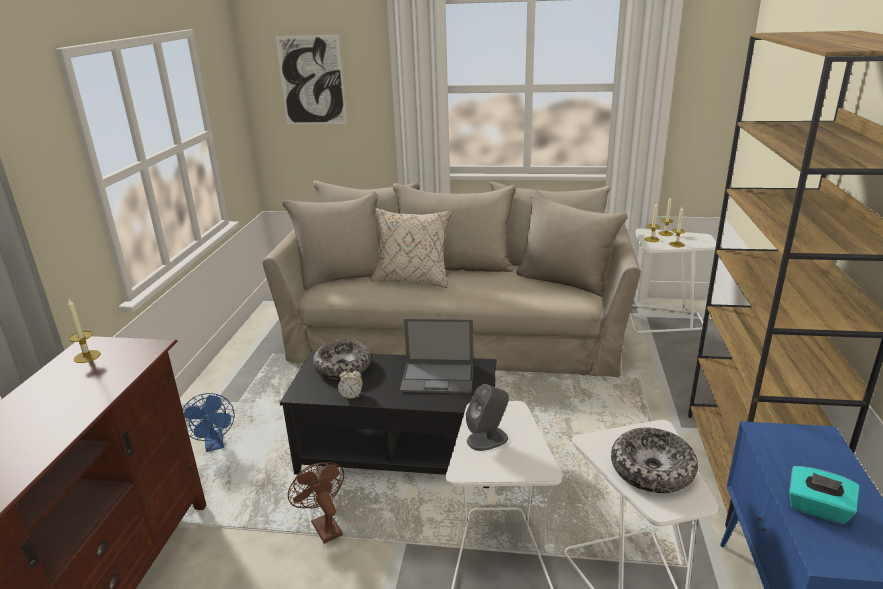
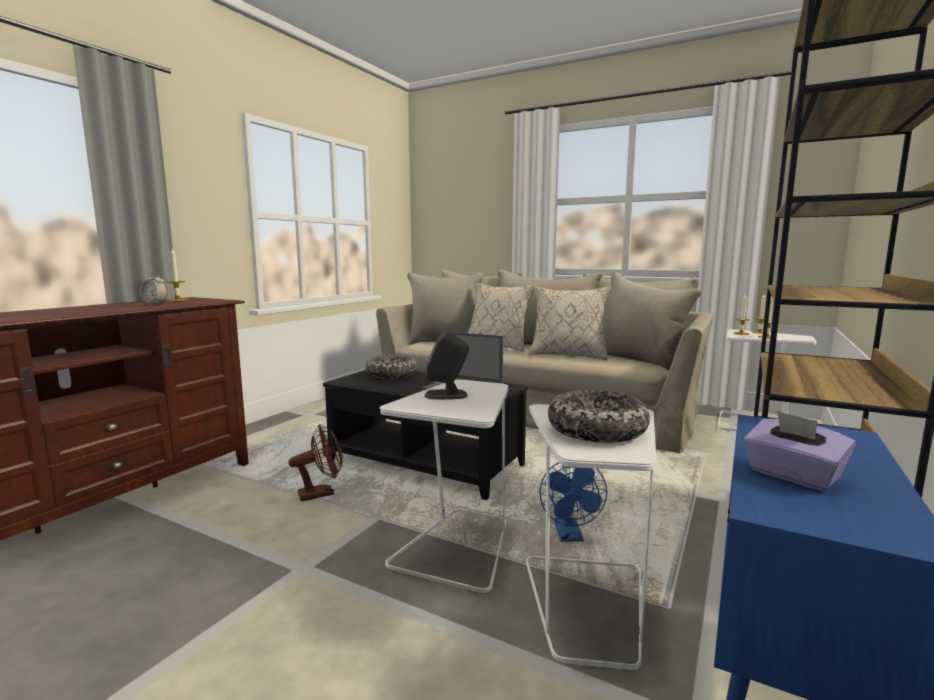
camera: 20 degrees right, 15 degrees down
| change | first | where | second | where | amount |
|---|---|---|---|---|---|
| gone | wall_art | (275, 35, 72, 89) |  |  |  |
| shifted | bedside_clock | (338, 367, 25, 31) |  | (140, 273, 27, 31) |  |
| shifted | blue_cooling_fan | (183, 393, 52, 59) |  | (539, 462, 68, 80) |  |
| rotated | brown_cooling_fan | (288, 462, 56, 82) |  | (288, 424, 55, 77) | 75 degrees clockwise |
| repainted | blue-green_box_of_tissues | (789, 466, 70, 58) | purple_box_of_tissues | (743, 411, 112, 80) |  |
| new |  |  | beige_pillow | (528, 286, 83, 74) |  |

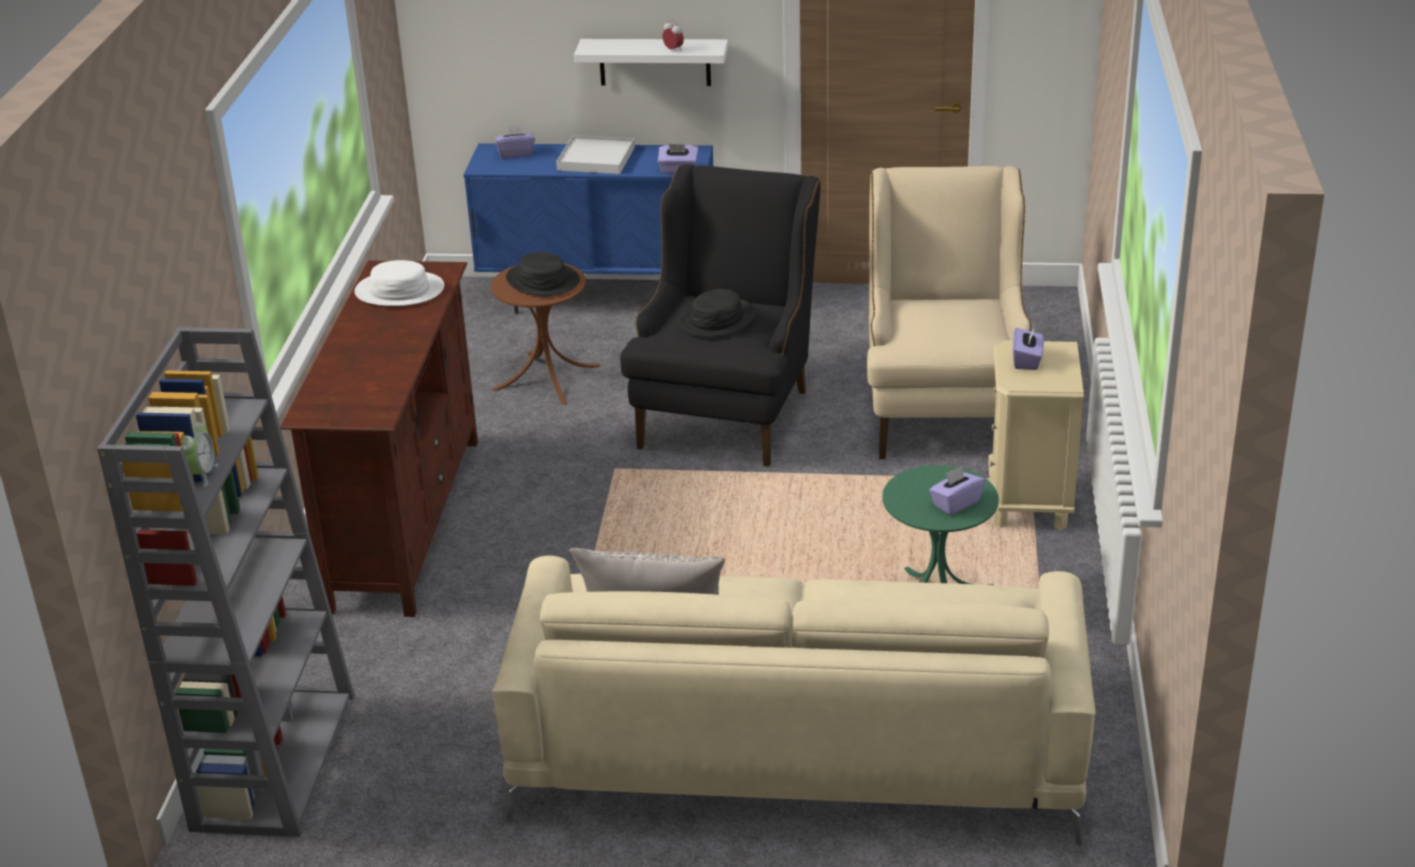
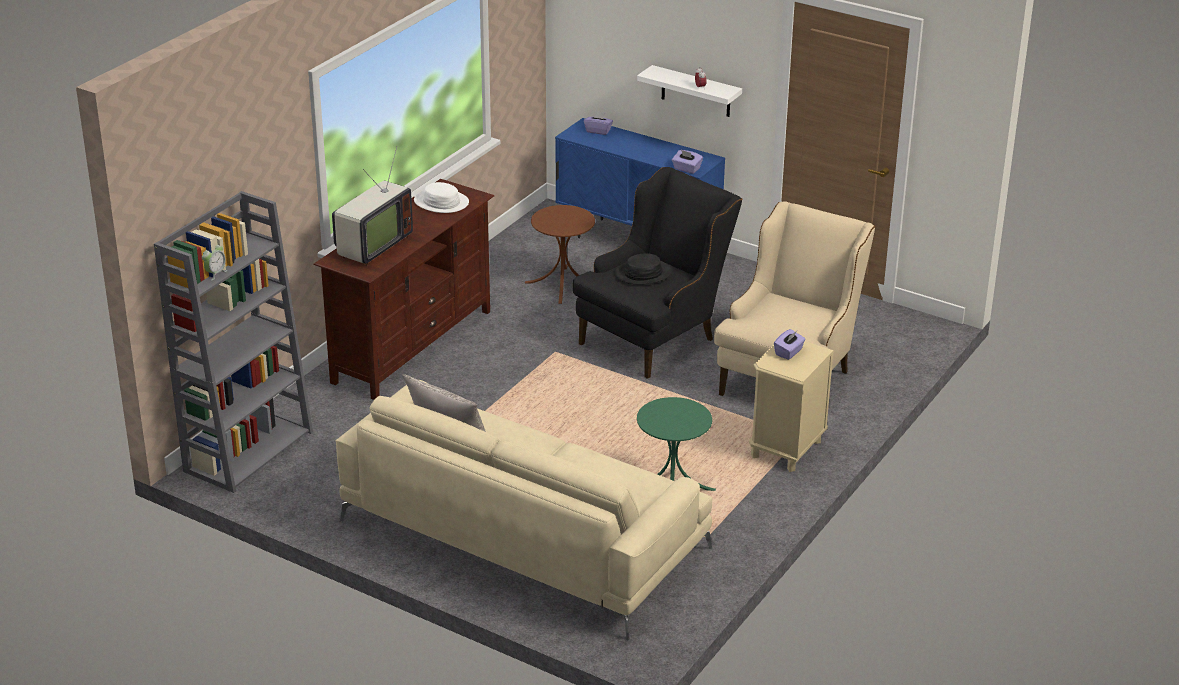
camera: 25 degrees right, 0 degrees up
| change | first | where | second | where | amount |
|---|---|---|---|---|---|
| gone | whitish_carrying_tray | (556, 135, 79, 39) |  |  |  |
| gone | black-coloured_clothing_hat | (506, 252, 74, 44) |  |  |  |
| gone | purple_box_of_tissues | (929, 466, 56, 49) |  |  |  |
| new |  |  | television | (332, 147, 81, 119) |  |

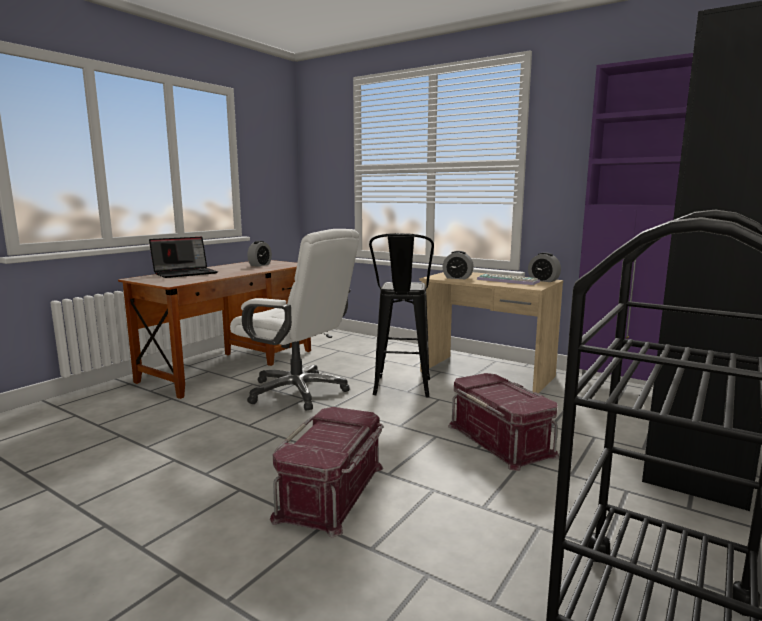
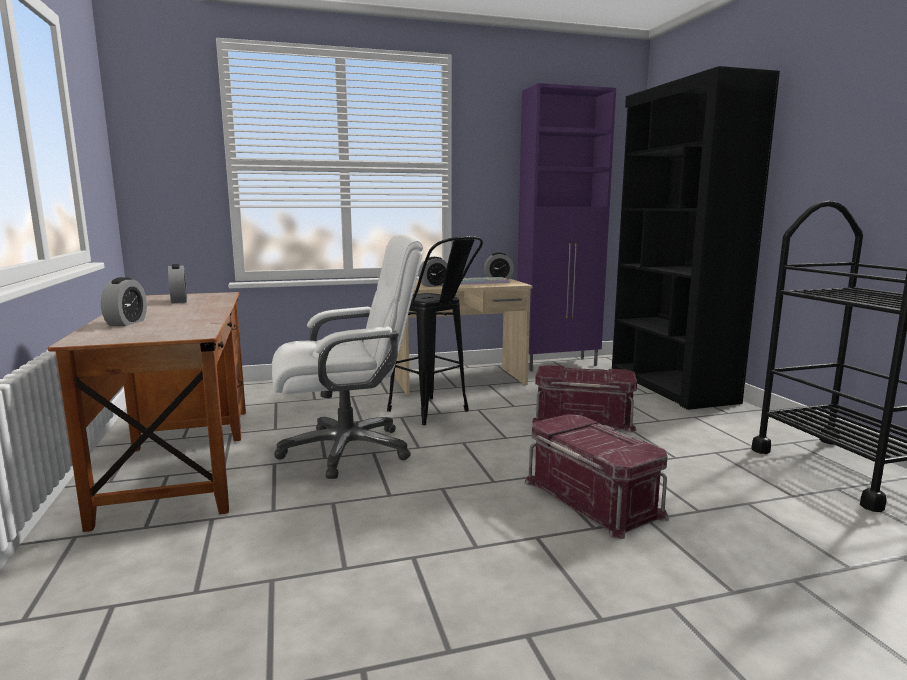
camera: 50 degrees left, 0 degrees up
| change | first | where | second | where | amount |
|---|---|---|---|---|---|
| swapped | notebook_computer | (149, 237, 69, 41) | bedside_clock | (101, 277, 46, 49) |  |

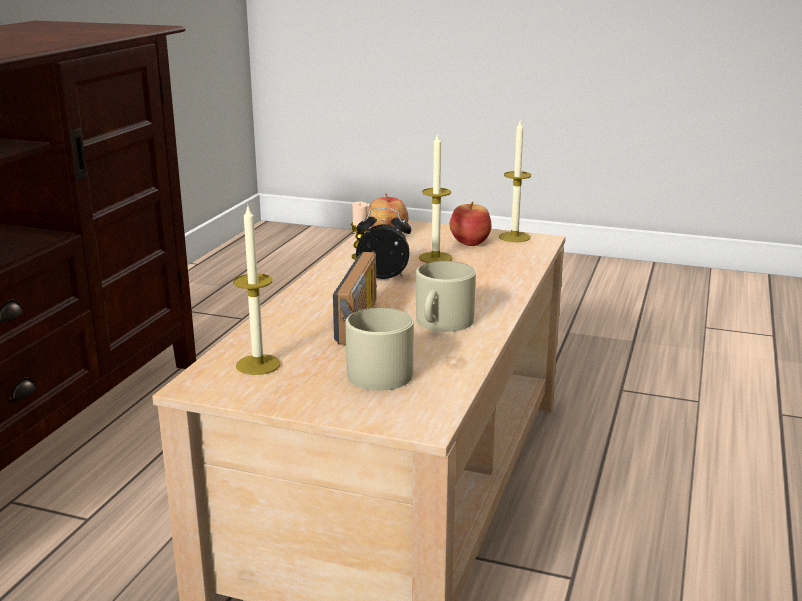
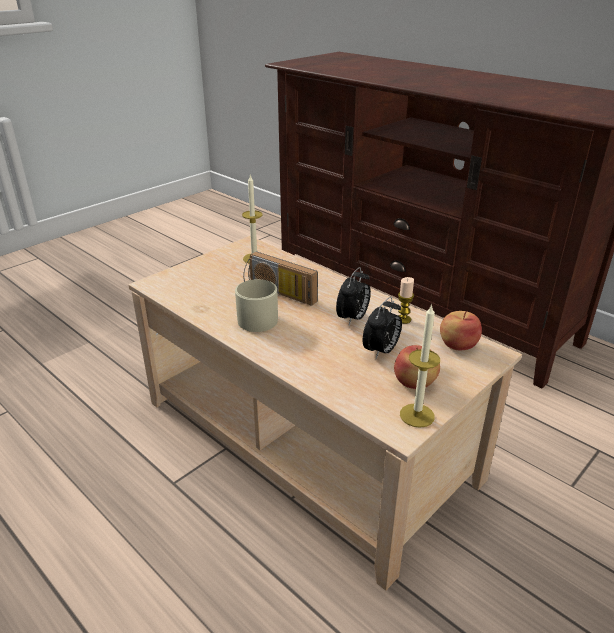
camera: 115 degrees right, 10 degrees up
| change | first | where | second | where | amount |
|---|---|---|---|---|---|
| swapped | wax_light | (419, 133, 33, 130) | bedside_clock | (363, 297, 39, 62) |  |
| gone | beige_coffee_mug | (345, 307, 69, 84) |  |  |  |

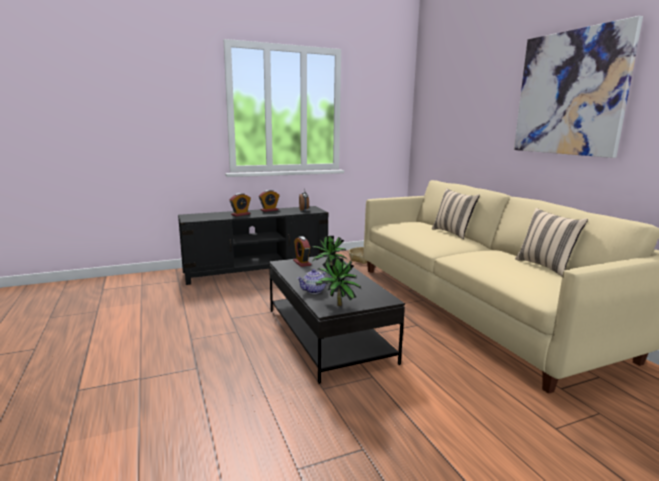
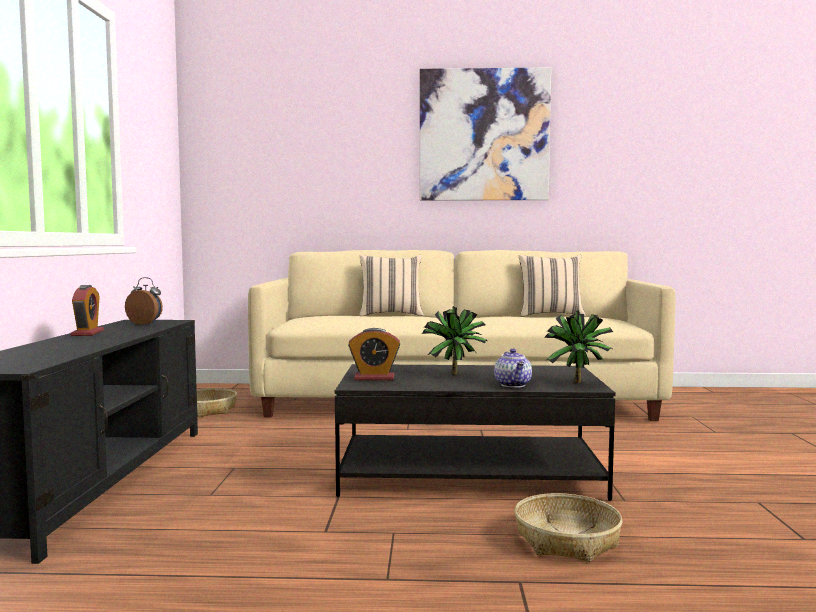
camera: 65 degrees left, 10 degrees down
| change | first | where | second | where | amount |
|---|---|---|---|---|---|
| gone | bedside_clock | (230, 193, 21, 23) |  |  |  |
| new |  |  | basket | (515, 493, 108, 69) |  |

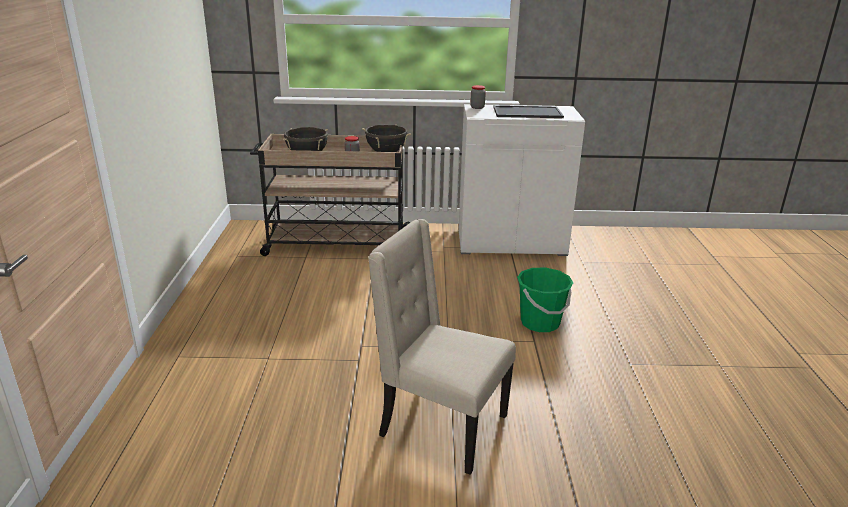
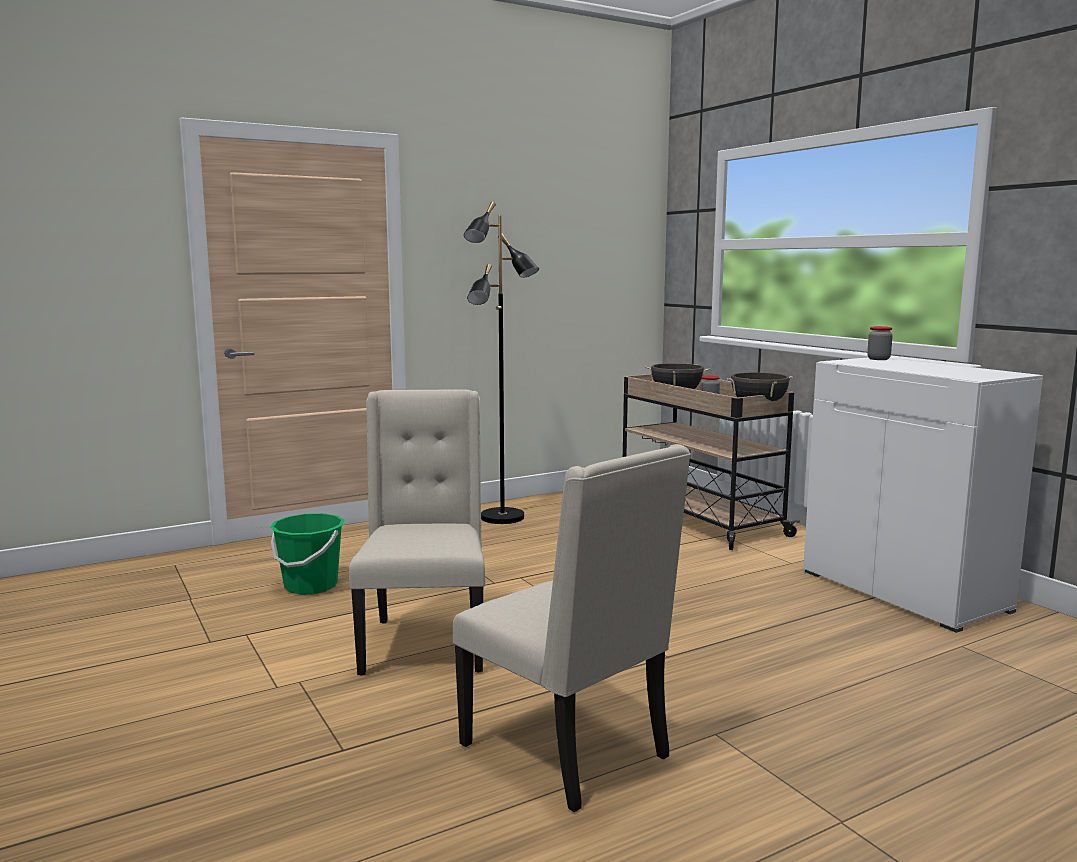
camera: 60 degrees right, 15 degrees down
| change | first | where | second | where | amount |
|---|---|---|---|---|---|
| gone | carrying_tray | (493, 105, 71, 13) |  |  |  |
| shifted | green-coloured_bucket | (517, 268, 56, 64) |  | (270, 513, 75, 82) |  |
| new |  |  | black-coloured_standing_lamp | (464, 202, 75, 322) |  |
| new |  |  | beige_chair | (453, 444, 238, 368) |  |

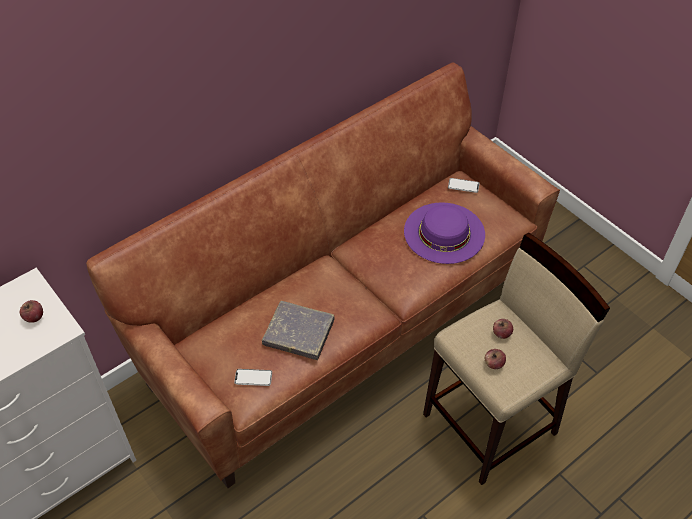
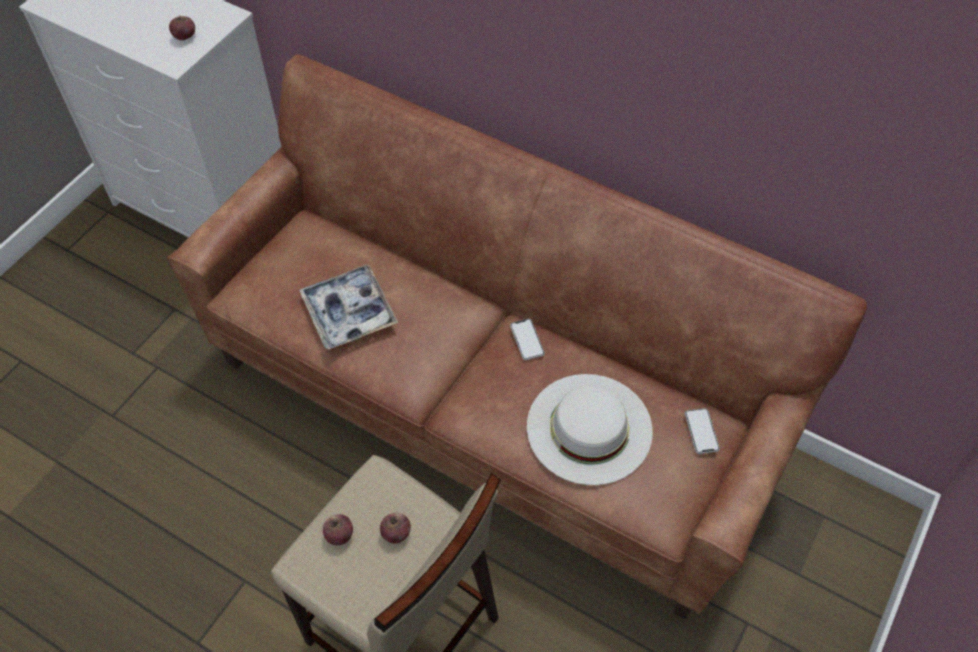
camera: 70 degrees right, 5 degrees up
| change | first | where | second | where | amount |
|---|---|---|---|---|---|
| repainted | purple_clothing_hat | (404, 202, 81, 62) | whitish_clothing_hat | (527, 374, 126, 111) |  |
| swapped | greyish_volume | (262, 301, 73, 59) | carrying_tray | (299, 265, 99, 85) |  |
| shifted | phone | (234, 369, 38, 17) |  | (510, 319, 35, 41) |  |

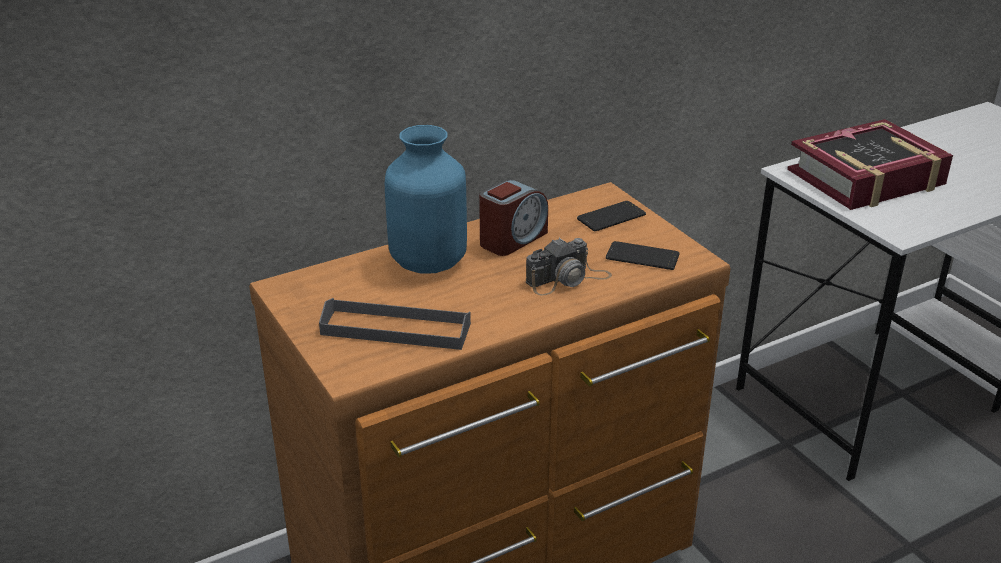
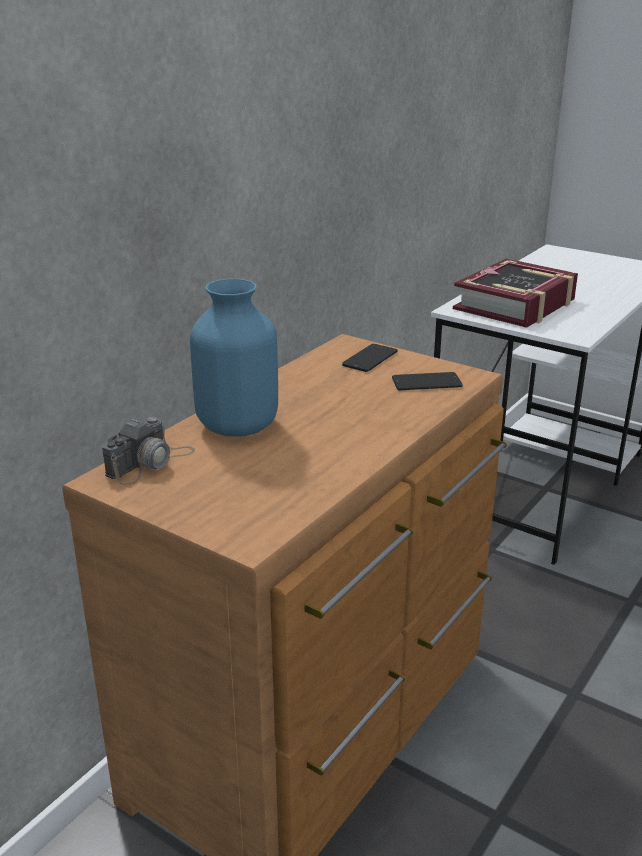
camera: 25 degrees left, 5 degrees down
| change | first | where | second | where | amount |
|---|---|---|---|---|---|
| gone | bedside_clock | (479, 179, 69, 77) |  |  |  |
| shifted | photo_camera | (526, 238, 86, 58) |  | (102, 417, 93, 68) |  |
| gone | greyish_carrying_tray | (319, 298, 152, 52) |  |  |  |

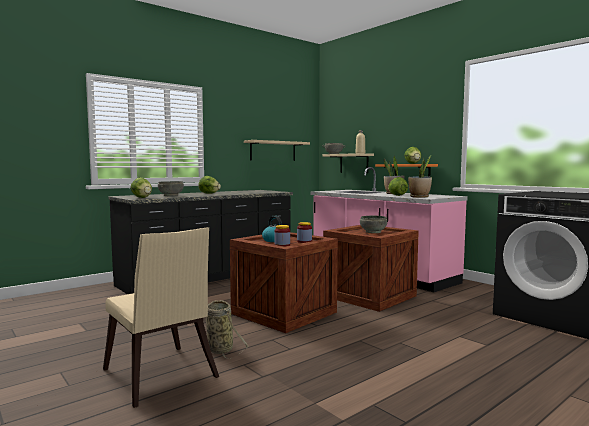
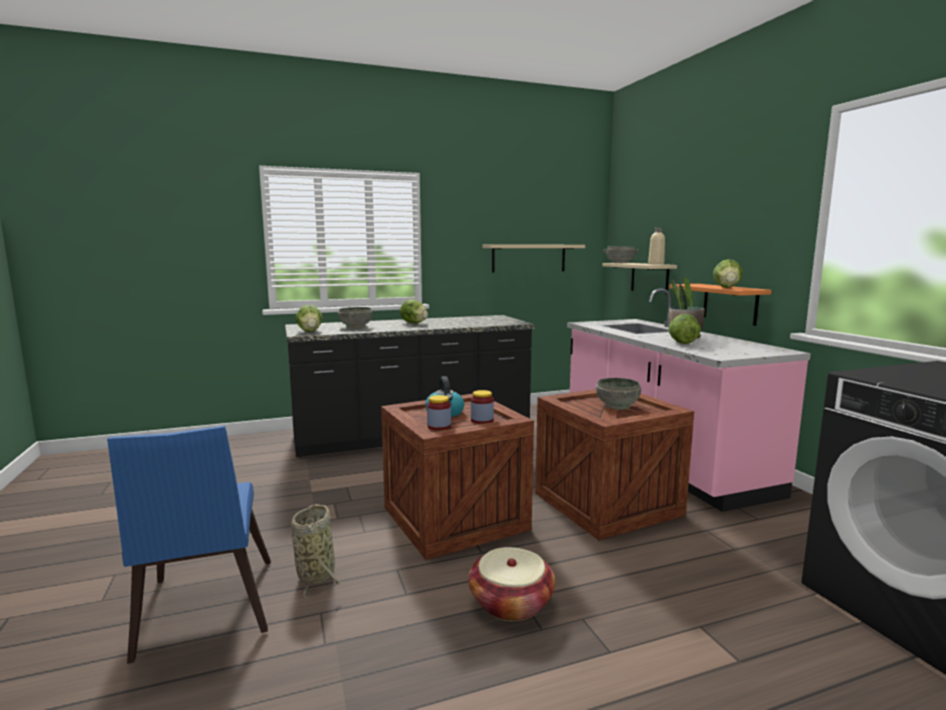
camera: 20 degrees right, 5 degrees up
| change | first | where | second | where | amount |
|---|---|---|---|---|---|
| gone | plant_in_a_pot | (408, 155, 24, 43) |  |  |  |
| repainted | beige_chair | (103, 227, 116, 181) | blue_chair | (107, 426, 164, 238) |  |
| new |  |  | basket | (468, 547, 87, 74) |  |

